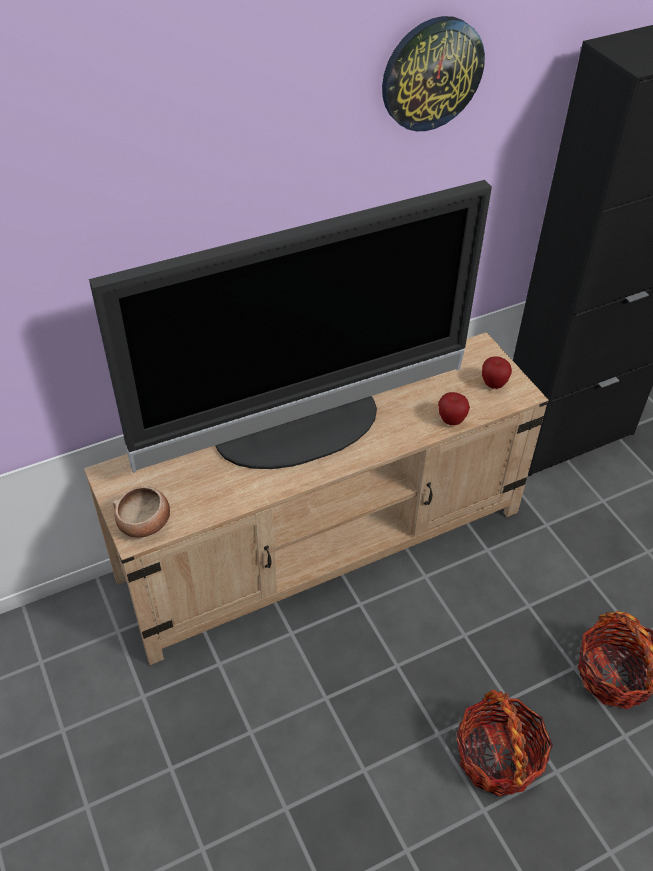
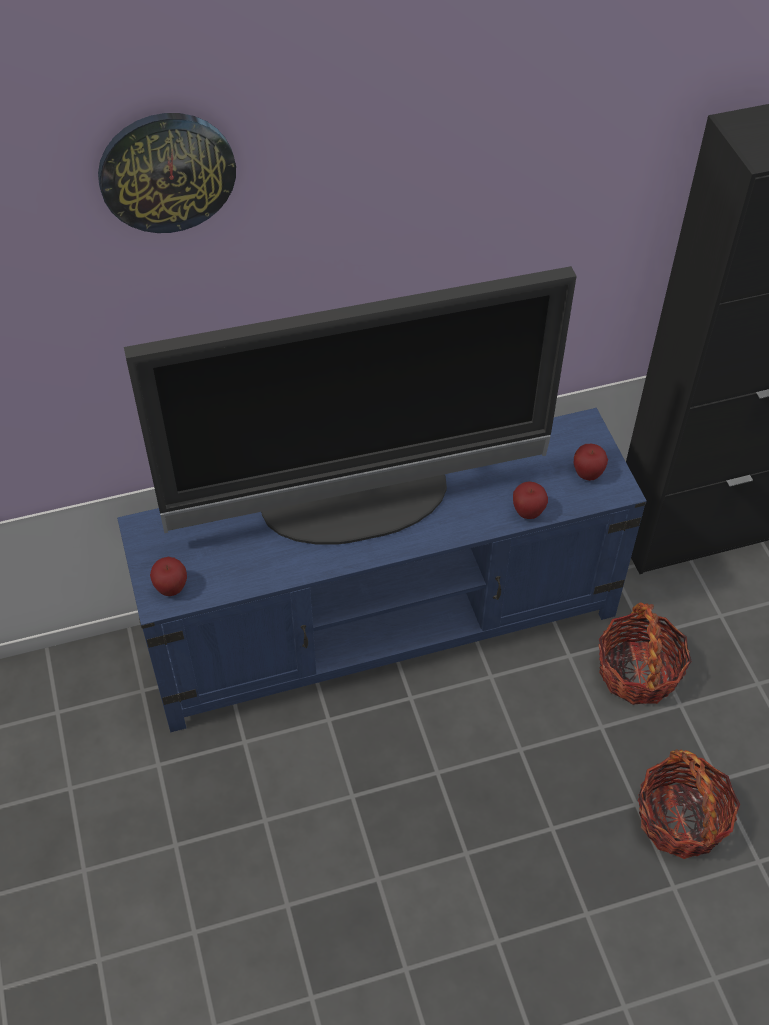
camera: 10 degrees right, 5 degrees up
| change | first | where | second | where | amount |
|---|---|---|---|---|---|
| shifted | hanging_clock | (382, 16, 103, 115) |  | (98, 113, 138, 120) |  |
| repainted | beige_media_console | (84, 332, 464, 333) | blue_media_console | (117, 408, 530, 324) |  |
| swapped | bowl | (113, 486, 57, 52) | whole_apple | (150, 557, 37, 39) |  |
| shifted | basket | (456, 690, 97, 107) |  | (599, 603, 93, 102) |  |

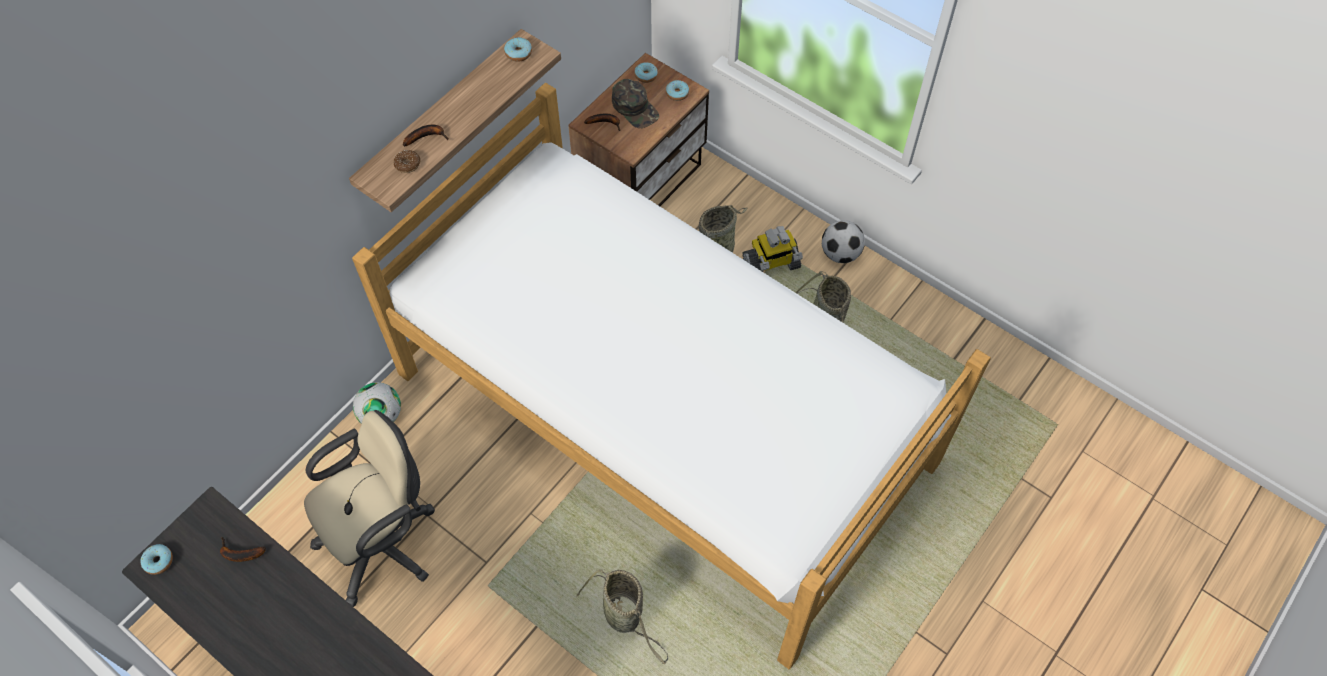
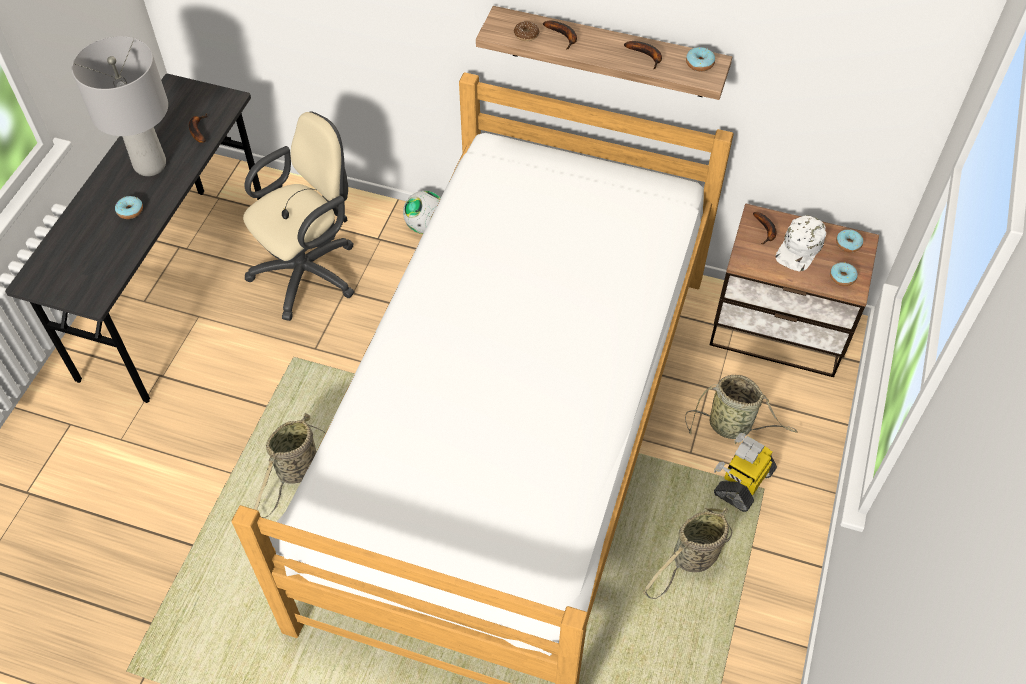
camera: 70 degrees right, 5 degrees down
| change | first | where | second | where | amount |
|---|---|---|---|---|---|
| repainted | green-coloured_baseball_cap | (612, 79, 47, 49) | whitish_baseball_cap | (776, 215, 50, 57) |  |
| gone | football_ball | (822, 220, 43, 43) |  |  |  |
| rotated | model_robot | (742, 226, 61, 47) |  | (714, 433, 63, 79) | 75 degrees clockwise |
| rotated | beige_computer_chair | (304, 410, 131, 197) |  | (243, 111, 112, 210) | 75 degrees counterclockwise |
| shifted | donut | (140, 544, 33, 31) |  | (115, 196, 28, 23) |  |
| new |  |  | greyish_lamp_for_a_table | (72, 36, 96, 140) |  |
| new |  |  | banana_fruit | (624, 41, 38, 28) |  |

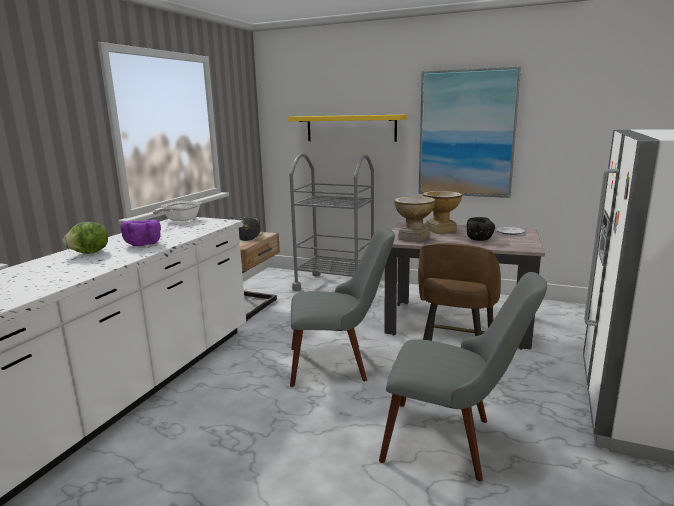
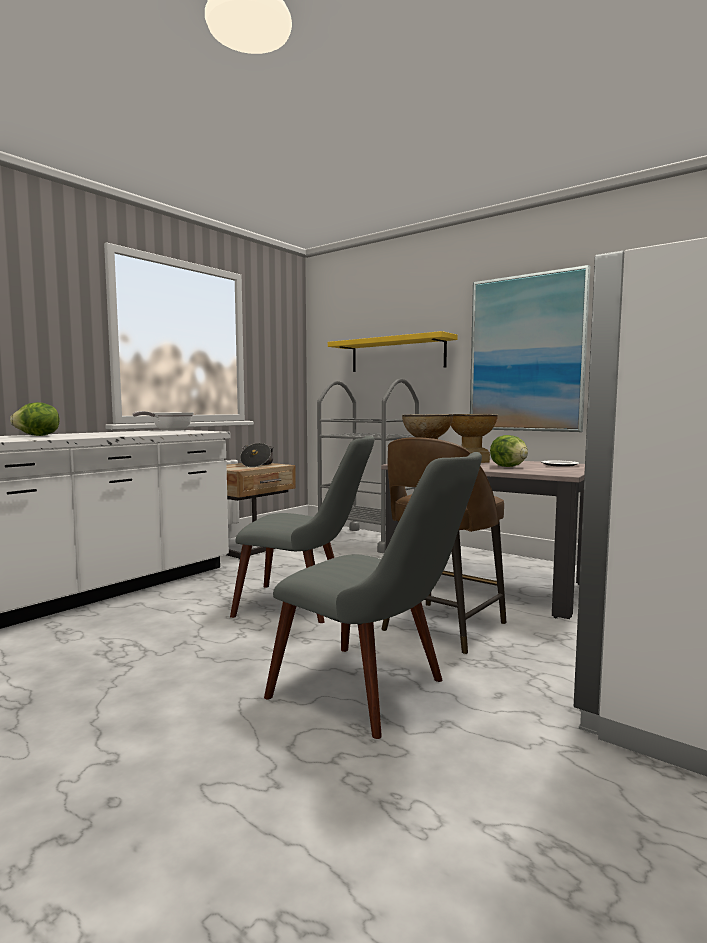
camera: 15 degrees right, 10 degrees down
| change | first | where | second | where | amount |
|---|---|---|---|---|---|
| swapped | black-coloured_bowl | (467, 217, 28, 24) | head_of_lettuce | (490, 435, 38, 32) |  |
| gone | purple_bowl | (121, 219, 40, 27) |  |  |  |

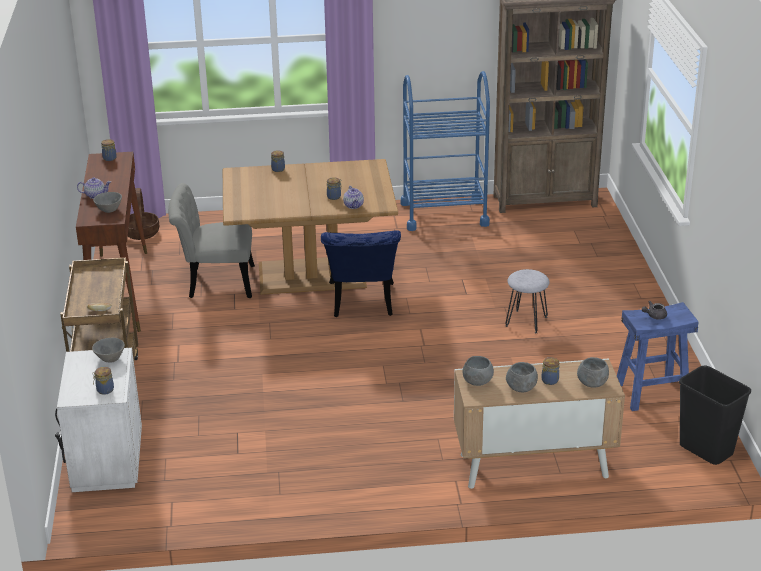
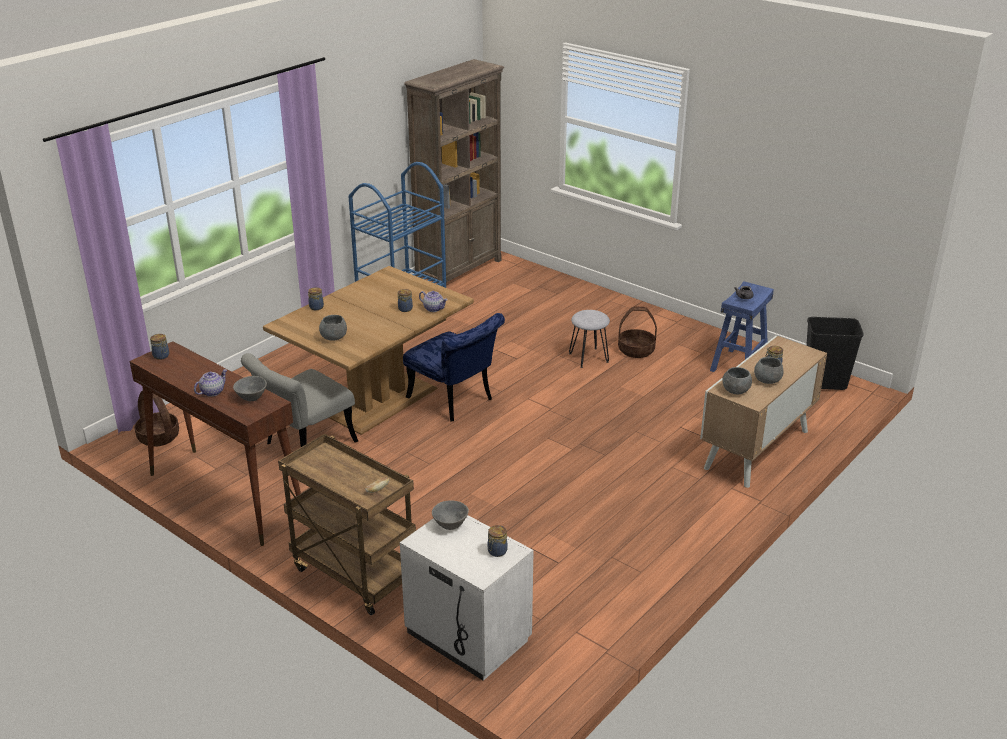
camera: 45 degrees left, 0 degrees up
| change | first | where | second | where | amount |
|---|---|---|---|---|---|
| shifted | greyish_bowl | (577, 357, 32, 31) |  | (319, 315, 28, 26) |  |
| new |  |  | basket | (618, 306, 39, 52) |  |

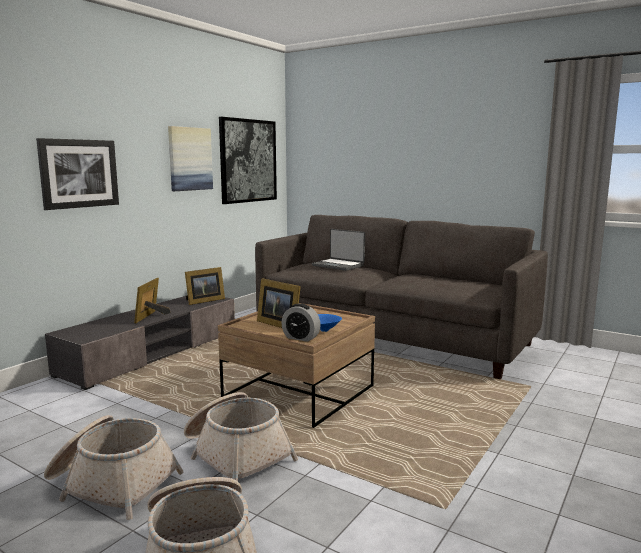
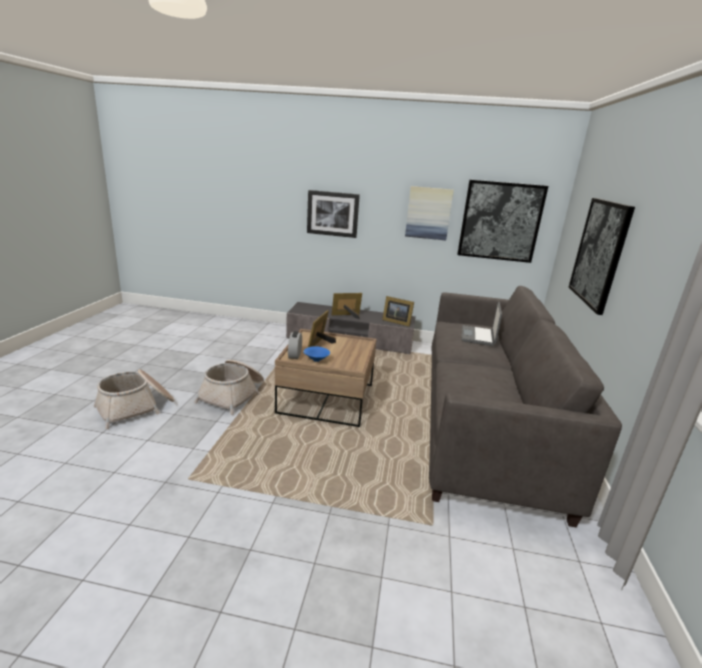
camera: 65 degrees right, 10 degrees up
| change | first | where | second | where | amount |
|---|---|---|---|---|---|
| gone | basket | (44, 415, 139, 105) |  |  |  |
| new |  |  | wall_art | (569, 198, 66, 117) |  |

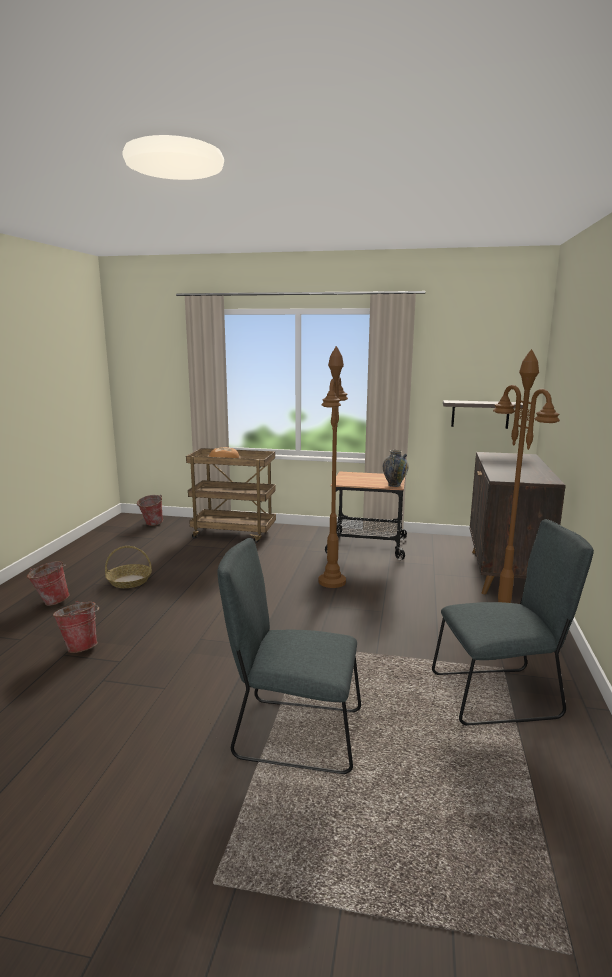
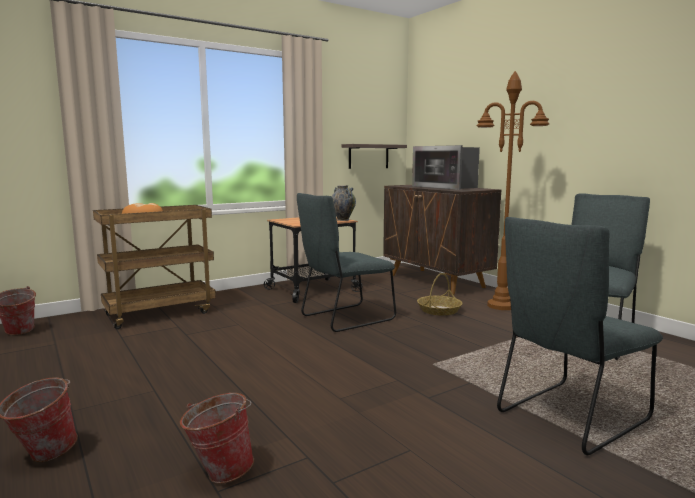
camera: 45 degrees left, 5 degrees down
| change | first | where | second | where | amount |
|---|---|---|---|---|---|
| swapped | brown_standing_lamp | (319, 346, 29, 242) | greyish_chair | (297, 193, 99, 139) |  |
| shifted | basket | (105, 546, 47, 42) |  | (417, 273, 46, 43) |  |
| new |  |  | microwave_oven | (412, 145, 68, 45) |  |

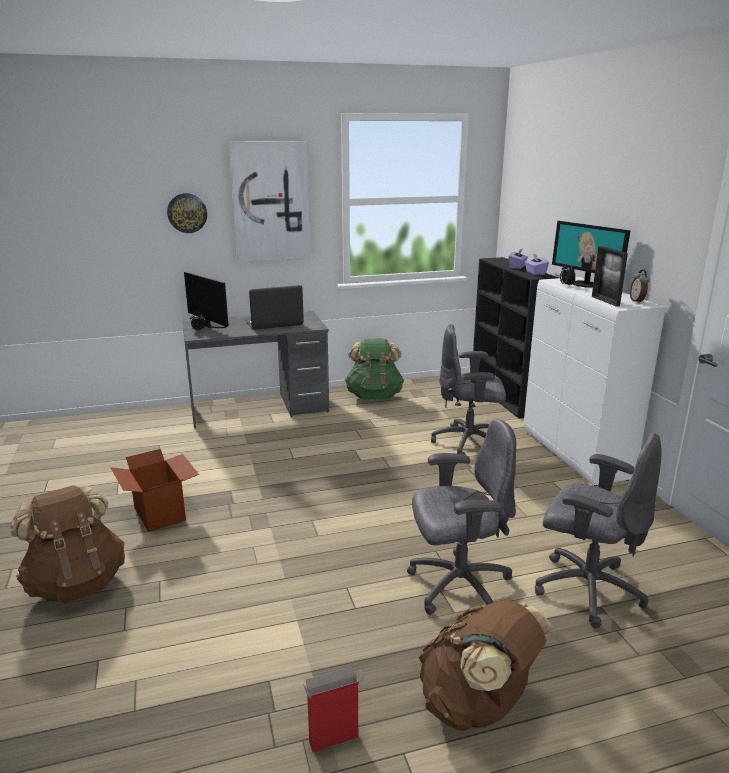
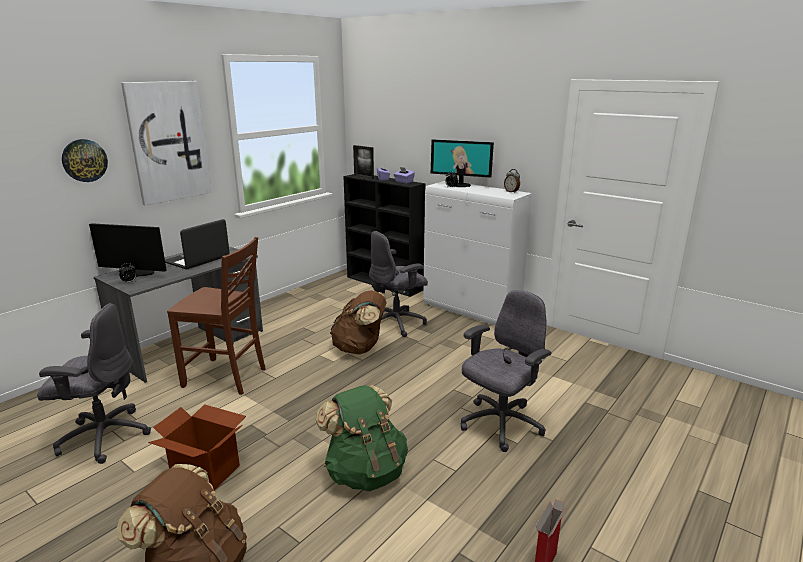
camera: 35 degrees left, 0 degrees up
| change | first | where | second | where | amount |
|---|---|---|---|---|---|
| shifted | photo_frame | (592, 246, 36, 61) |  | (353, 145, 21, 35) |  |
| shifted | green-coloured_knapsack | (345, 338, 59, 62) |  | (316, 385, 92, 106) |  |
| shifted | greyish_computer_chair | (535, 433, 127, 195) |  | (37, 303, 114, 161) |  |
| shifted | brown_knapsack | (419, 600, 134, 131) |  | (330, 290, 57, 64) |  |
| new |  |  | brown_chair | (167, 237, 98, 158) |  |

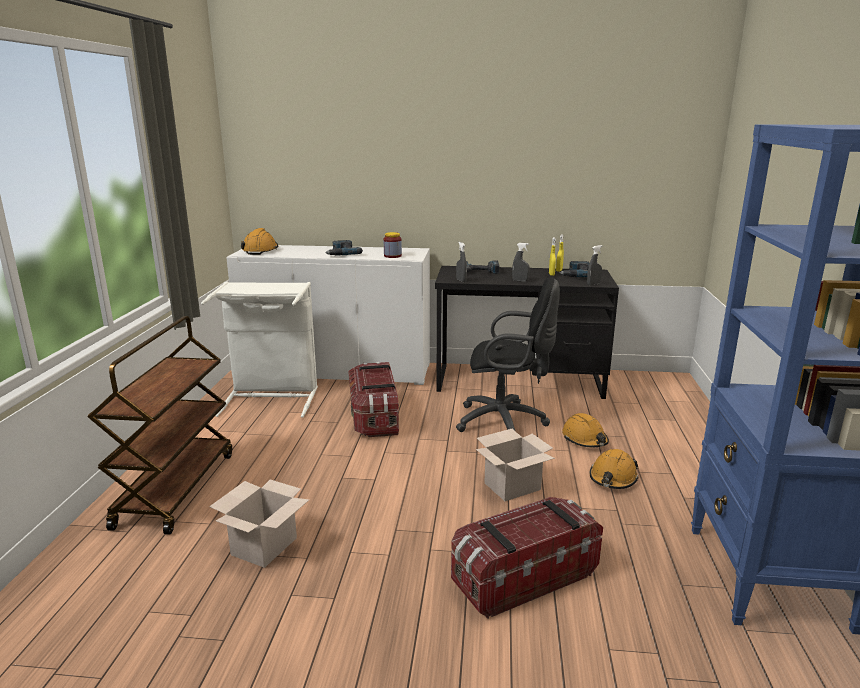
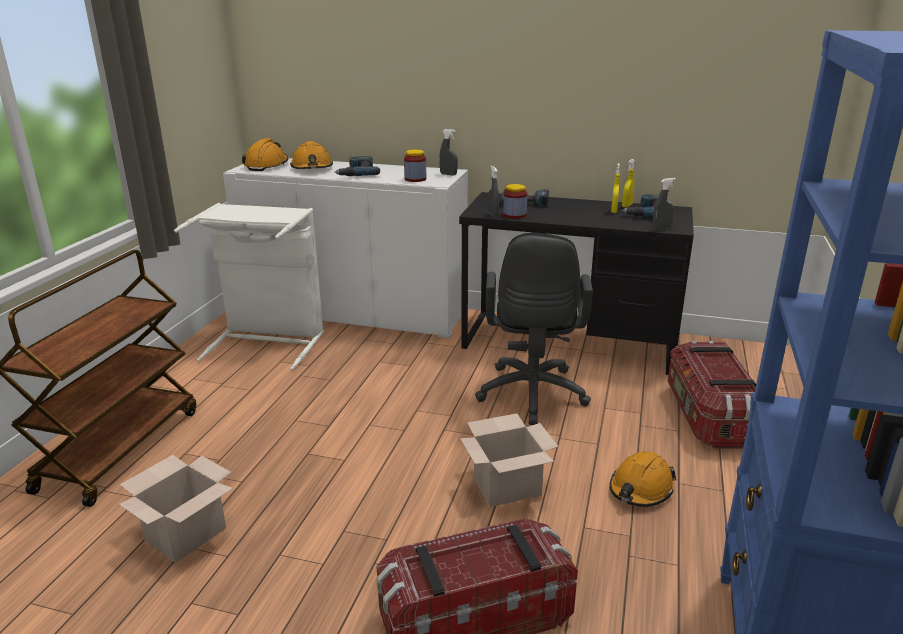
camera: 10 degrees right, 5 degrees up
| change | first | where | second | where | amount |
|---|---|---|---|---|---|
| shifted | greyish_sprayer | (512, 243, 18, 39) |  | (439, 129, 19, 46) |  |
| rotated | black-coloured_computer_chair | (456, 278, 104, 154) |  | (475, 233, 118, 192) | 75 degrees clockwise |
| shifted | storage_bin | (349, 362, 50, 75) |  | (668, 341, 88, 108) |  |
| shifted | orangey_hard_hat | (562, 413, 47, 34) |  | (290, 141, 43, 28) |  |
| new |  |  | preserve_jar | (503, 184, 24, 35) |  |

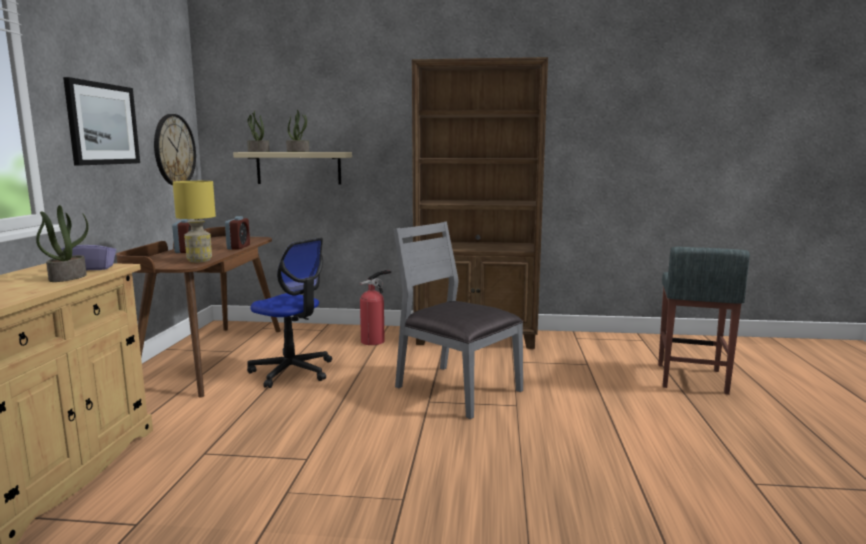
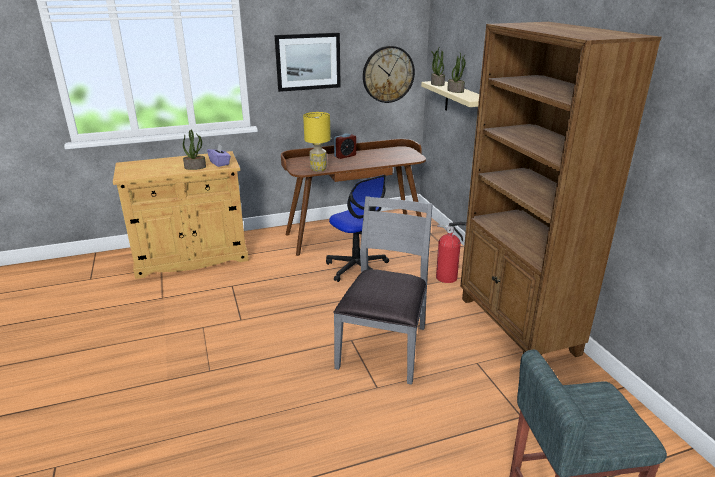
camera: 65 degrees right, 15 degrees up
| change | first | where | second | where | amount |
|---|---|---|---|---|---|
| gone | bedside_clock | (225, 216, 25, 34) |  |  |  |
| rotated | computer_chair | (247, 238, 85, 150) |  | (326, 175, 63, 107) | 45 degrees counterclockwise |

